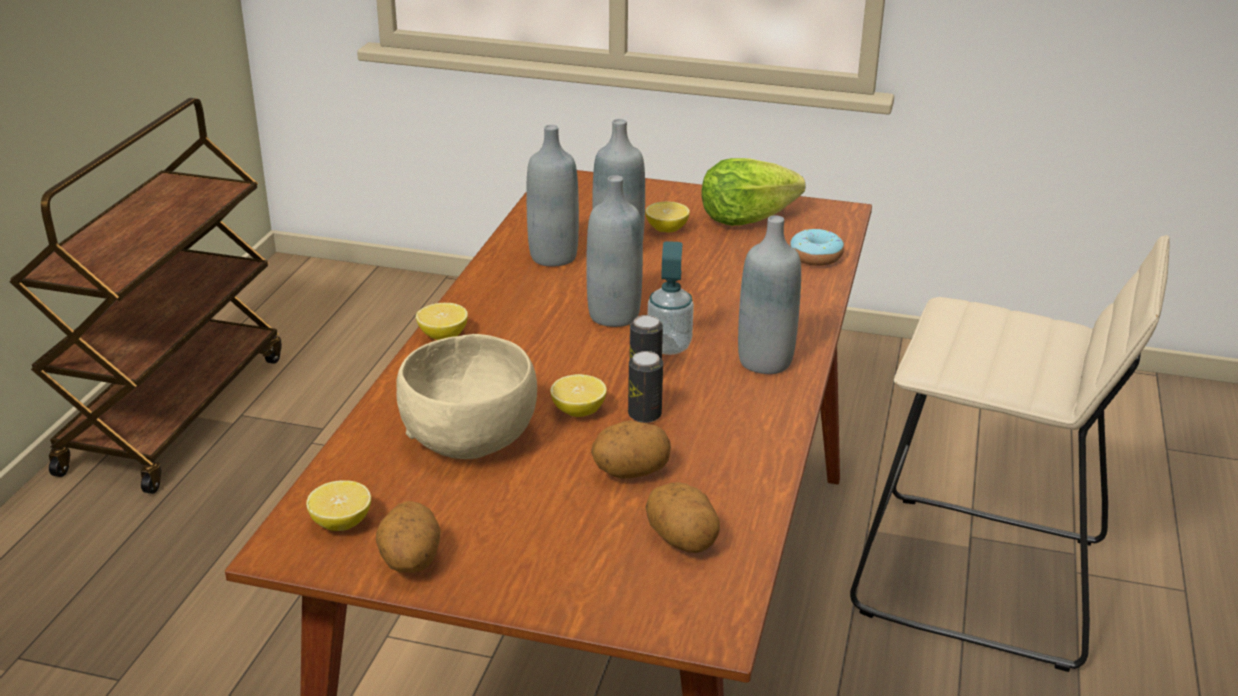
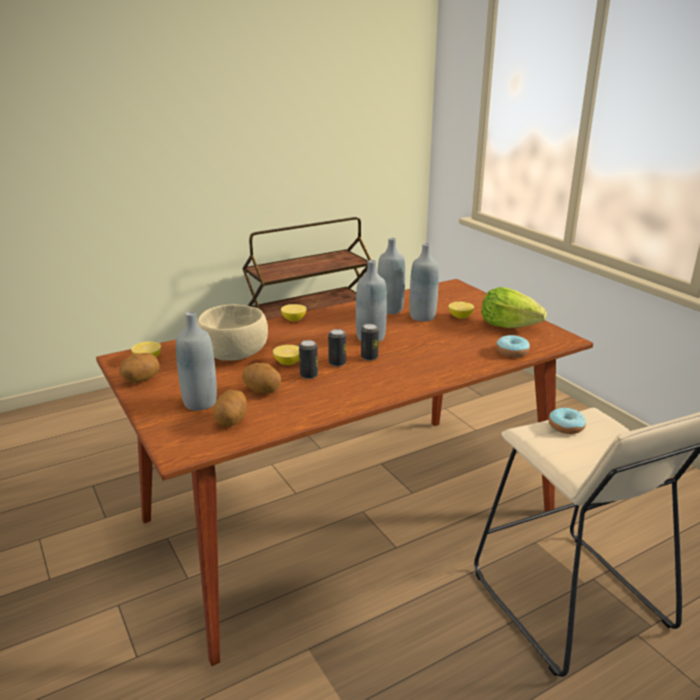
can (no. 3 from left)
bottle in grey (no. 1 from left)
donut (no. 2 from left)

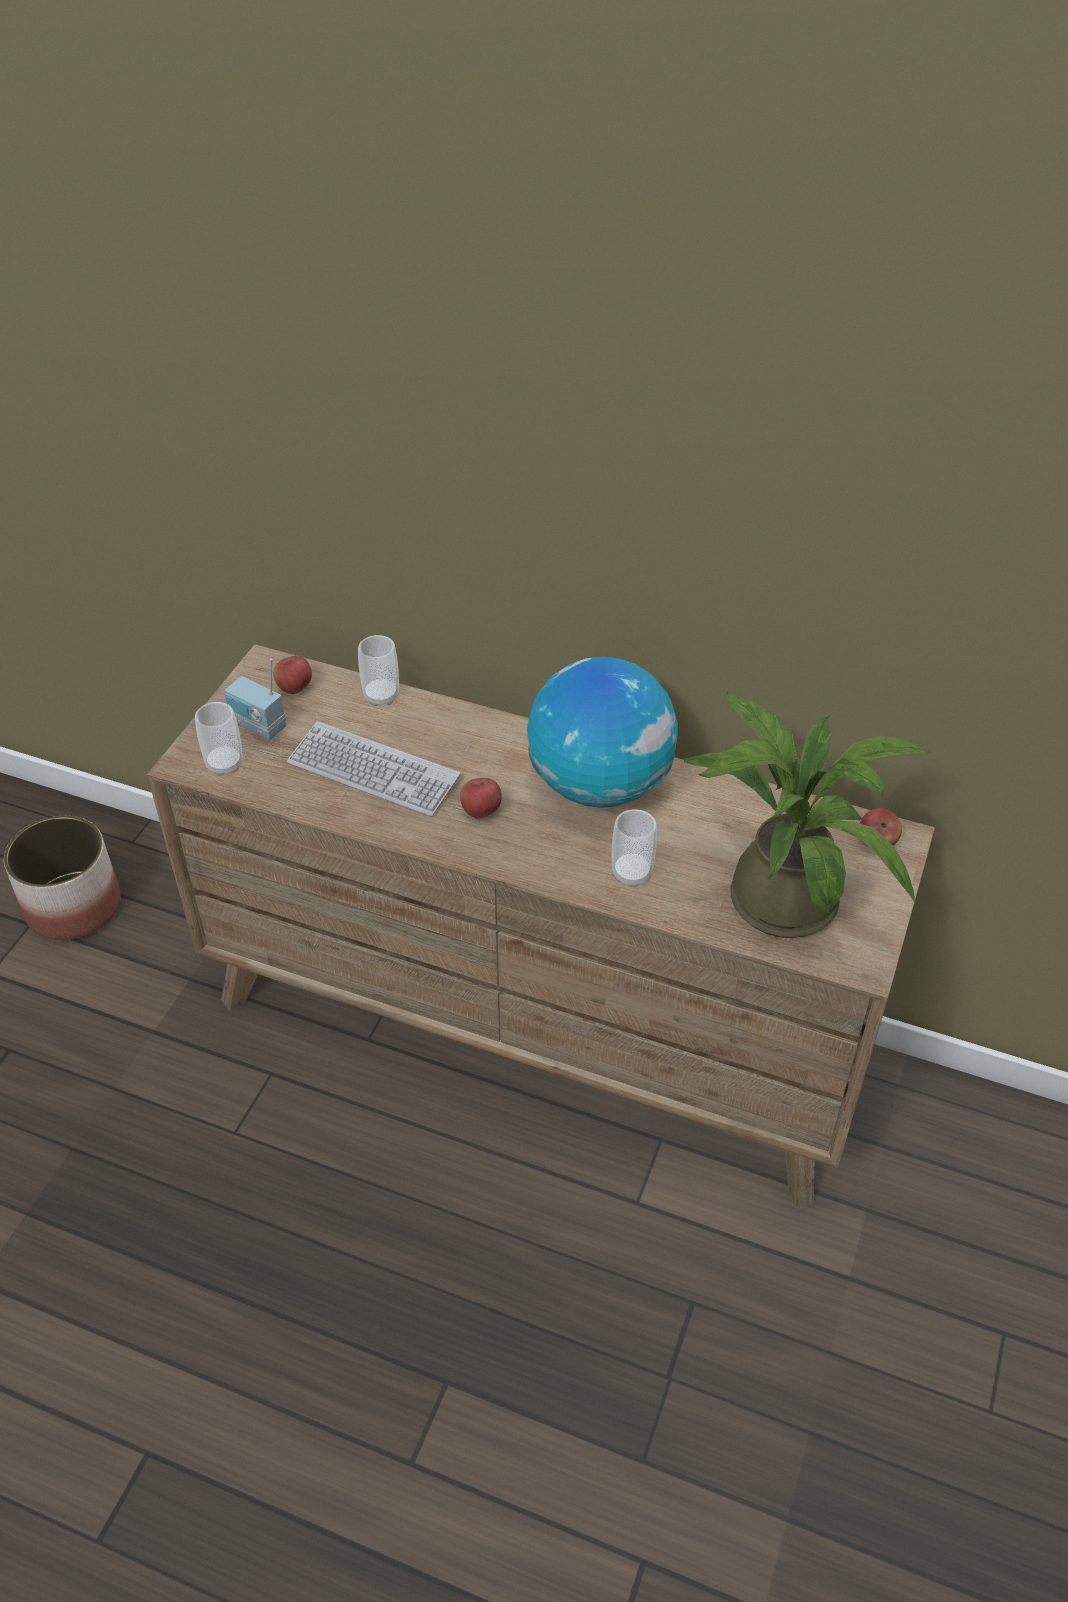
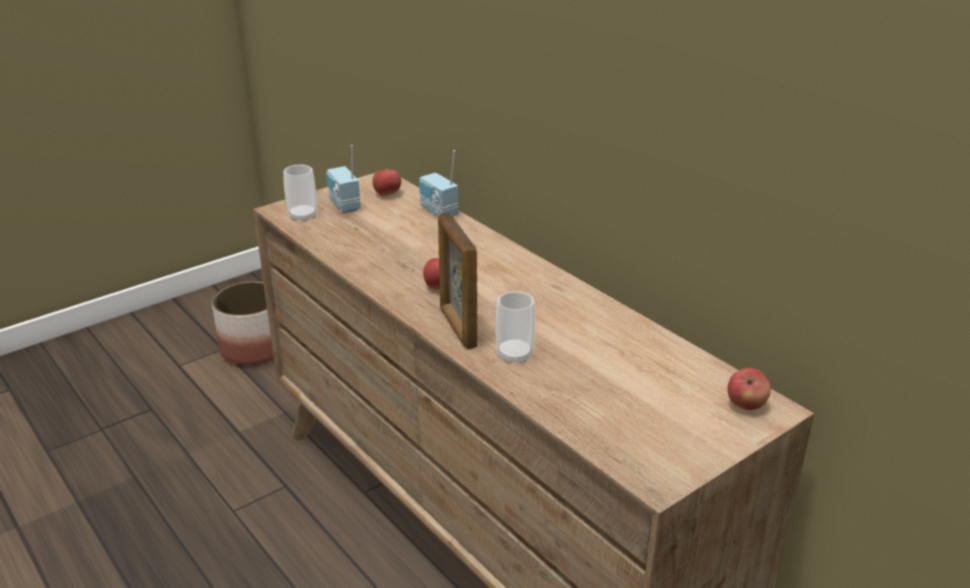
keyboard
radio (no. 2 from left)
globe
potted plant
picture frame

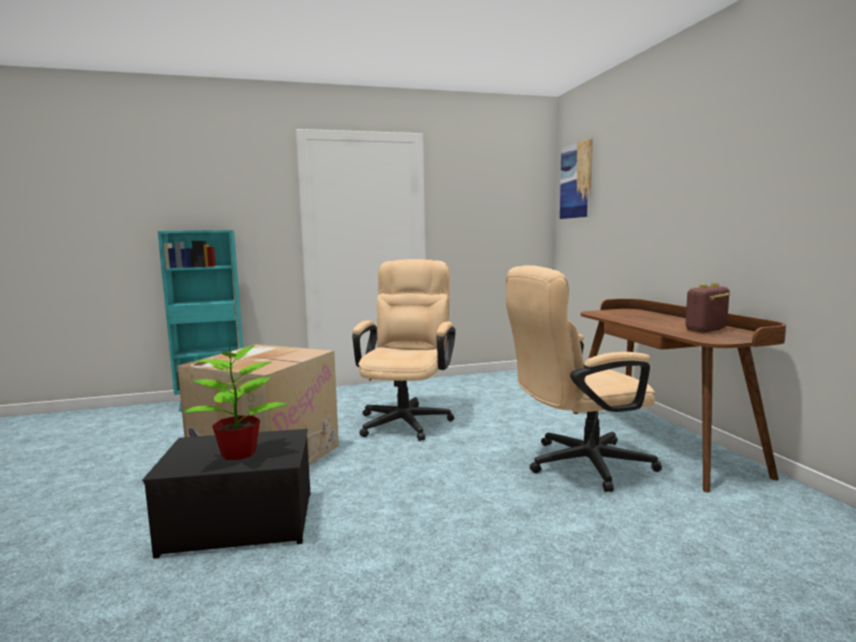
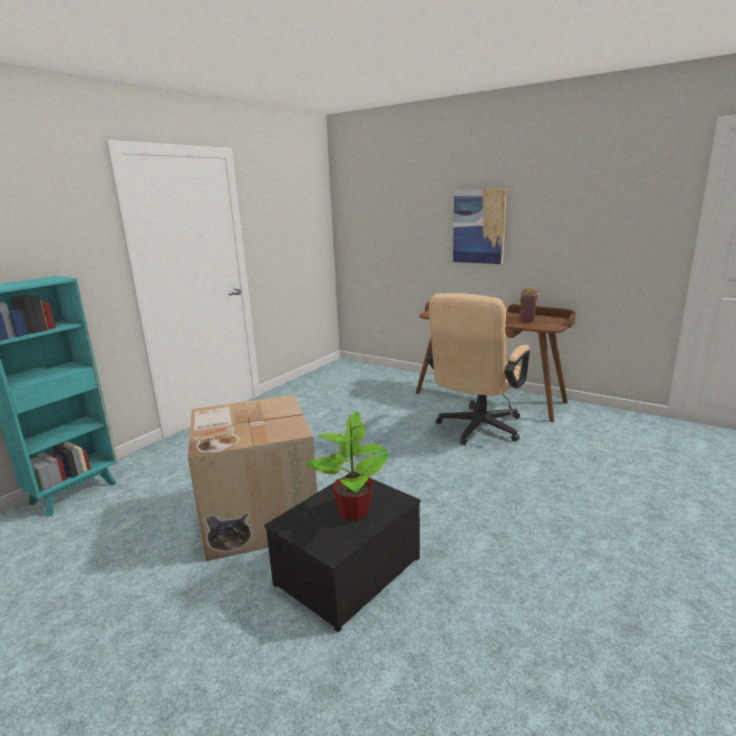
office chair in beige (no. 1 from left in the first image)
picture

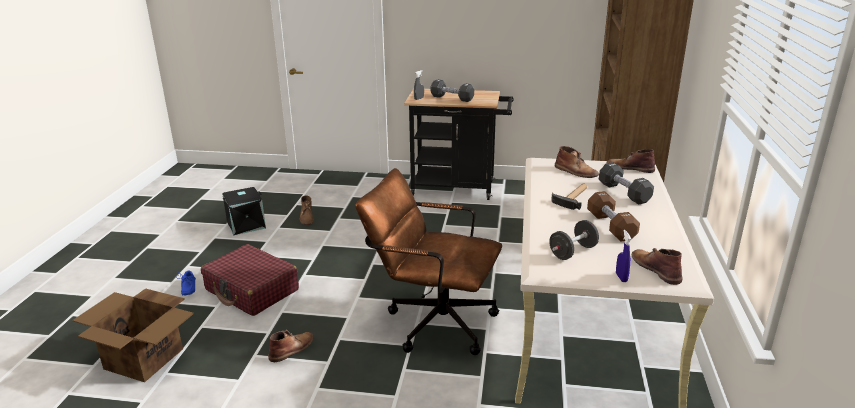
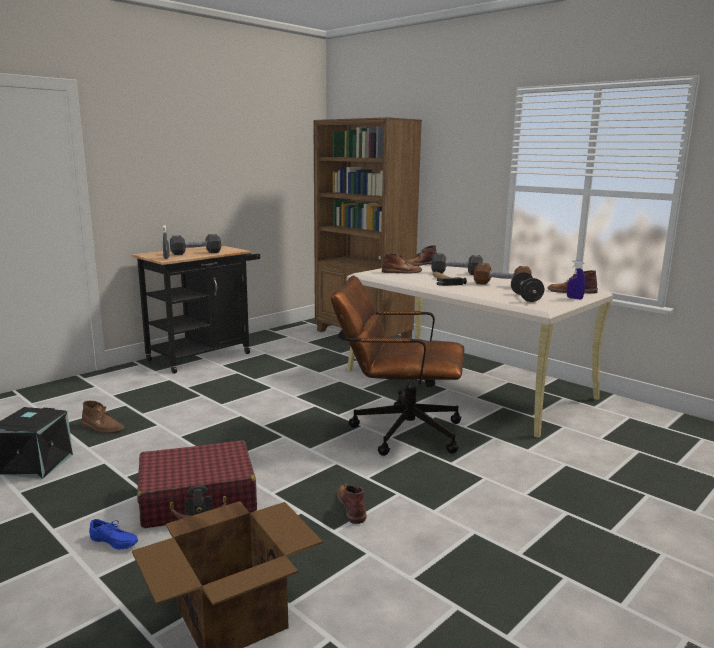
office chair in brown

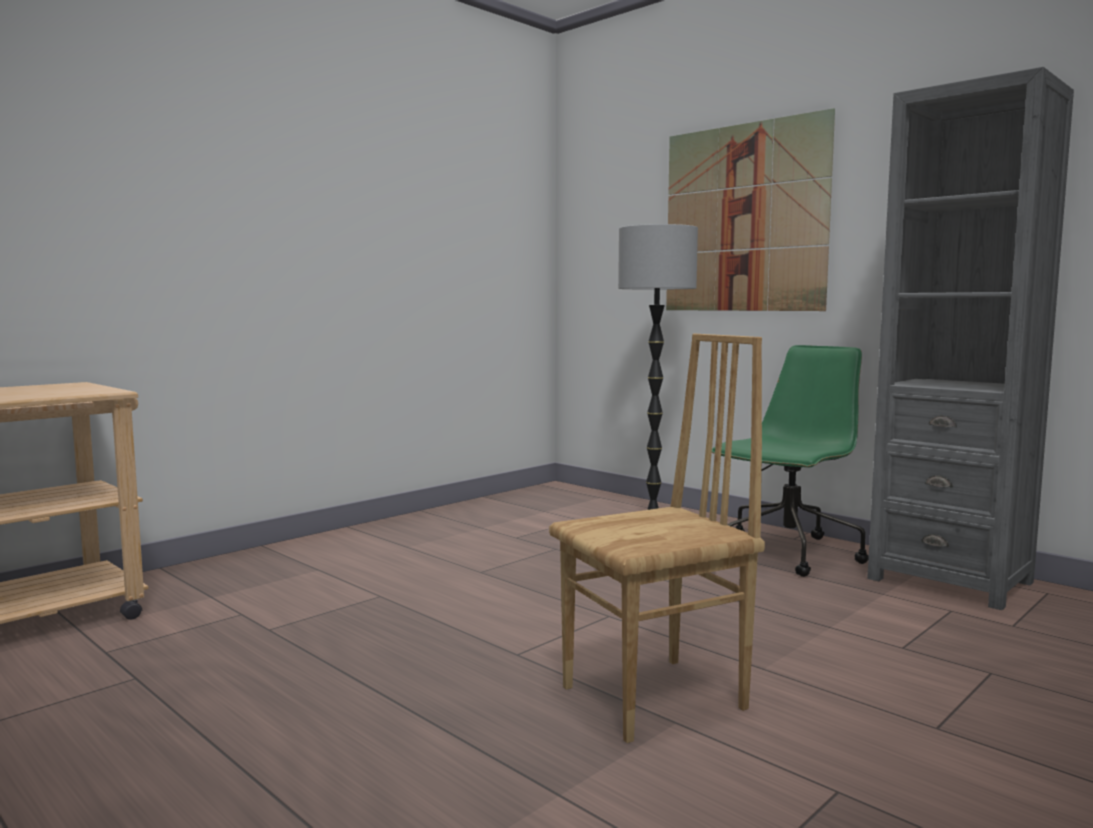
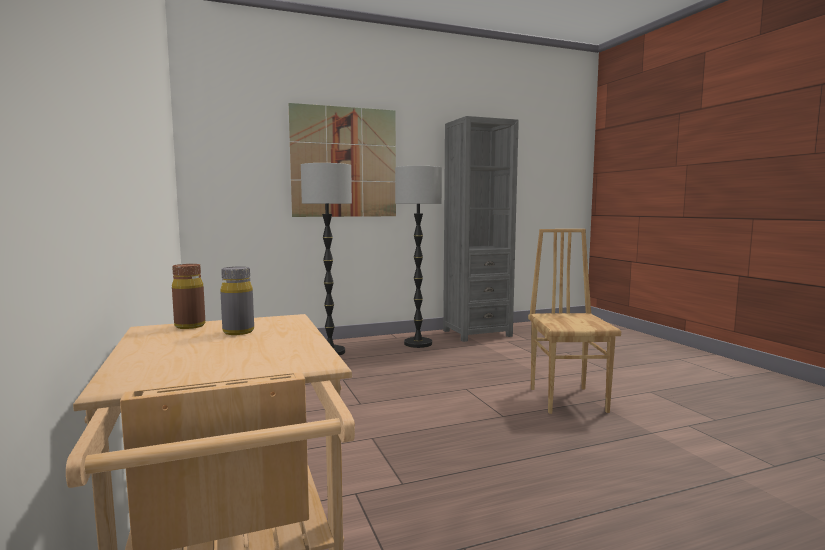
floor lamp (no. 2 from left)
bottle in brown
bottle in grey

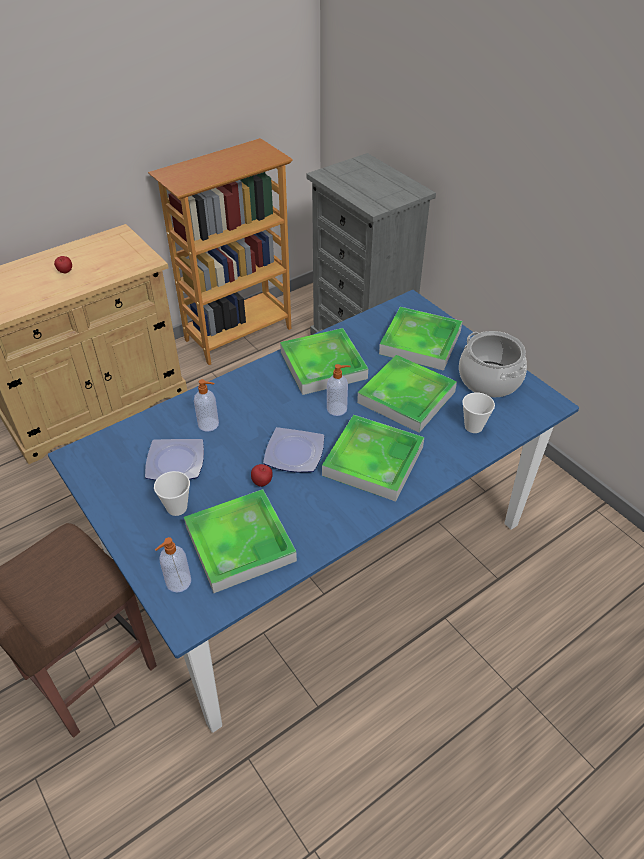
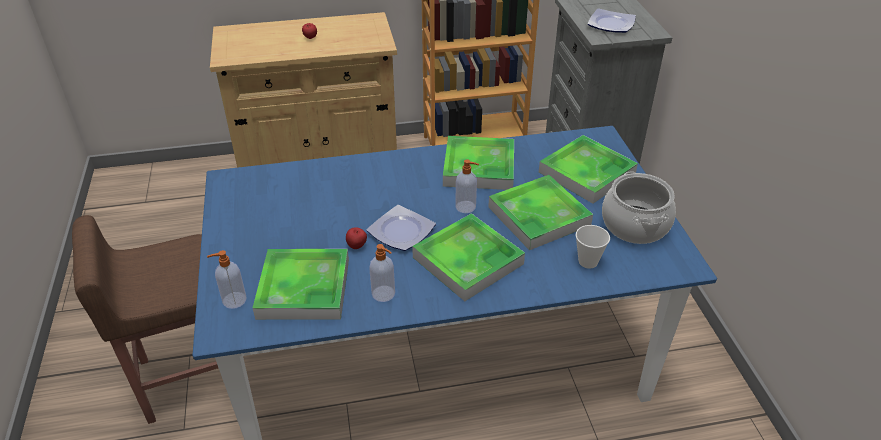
plate (no. 2 from left)
cup (no. 1 from left in the first image)
soap dispenser (no. 2 from left)

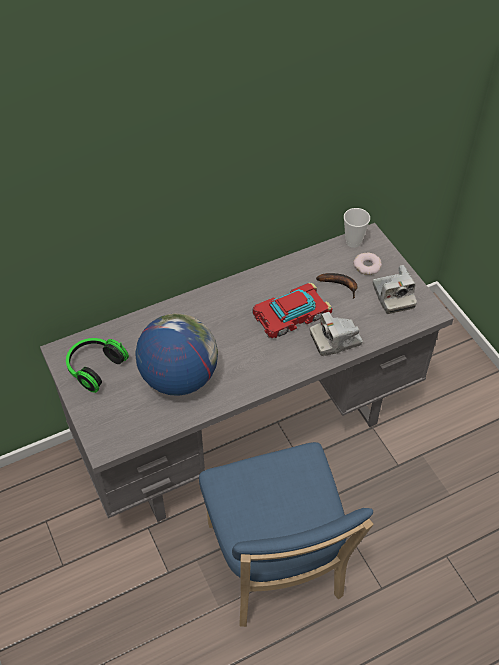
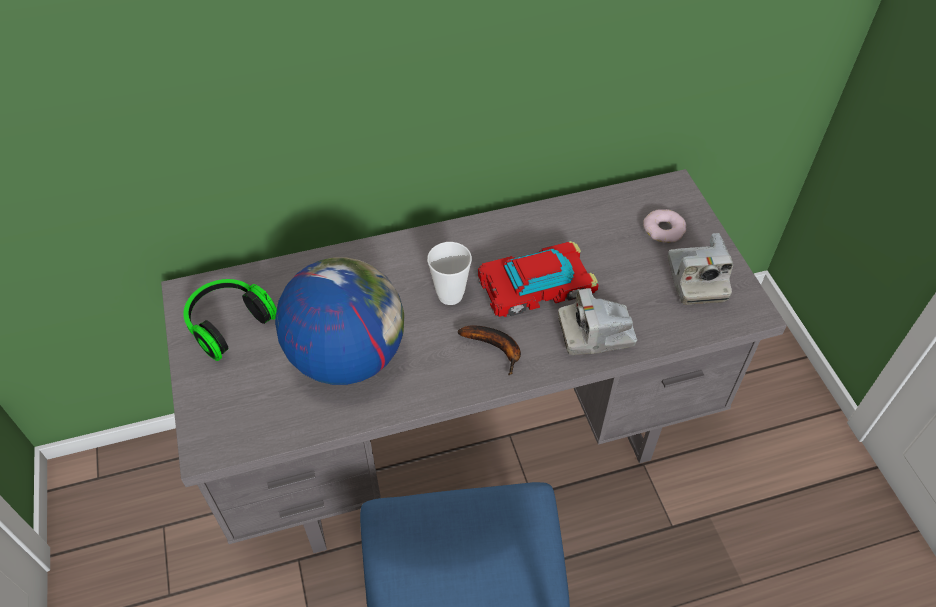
banana
cup

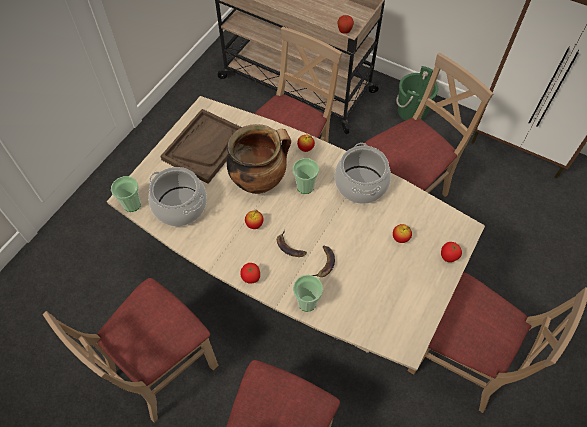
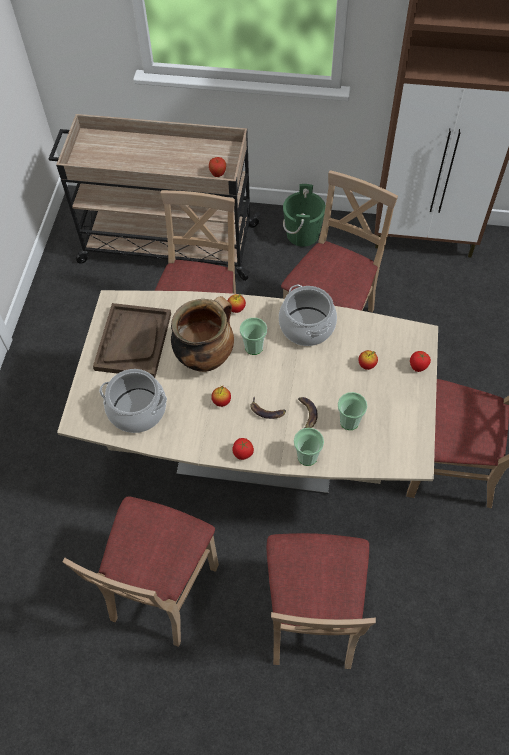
cup (no. 3 from left)

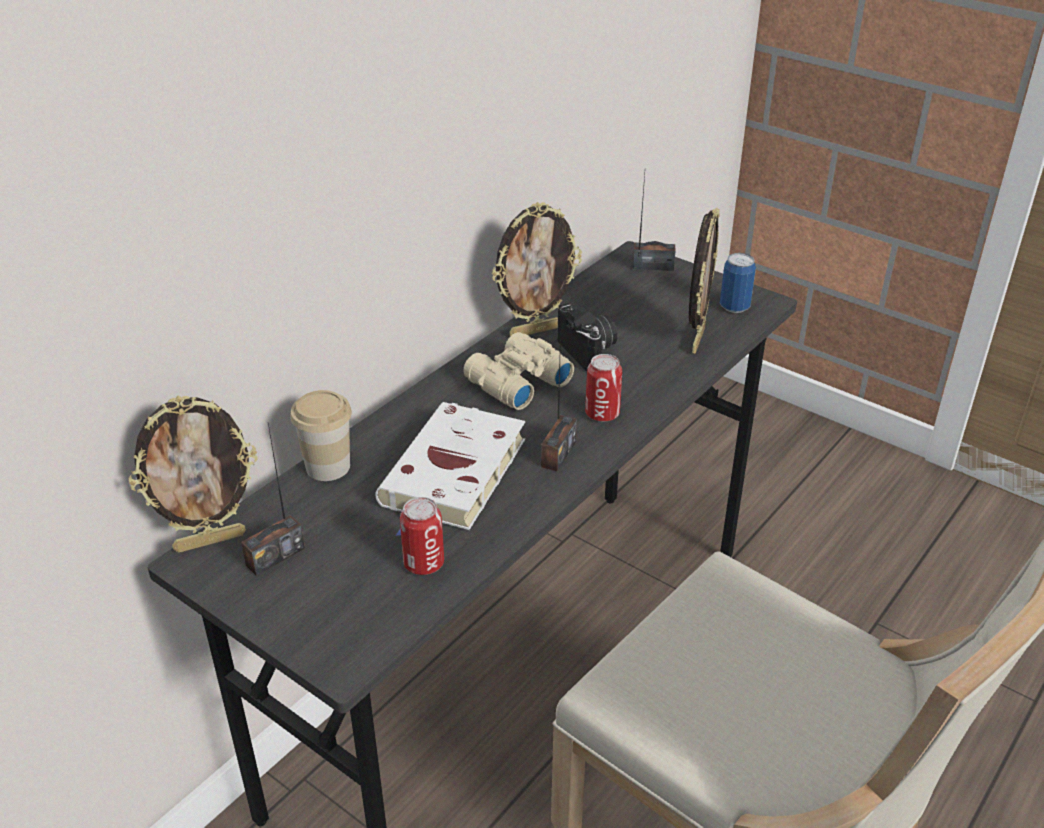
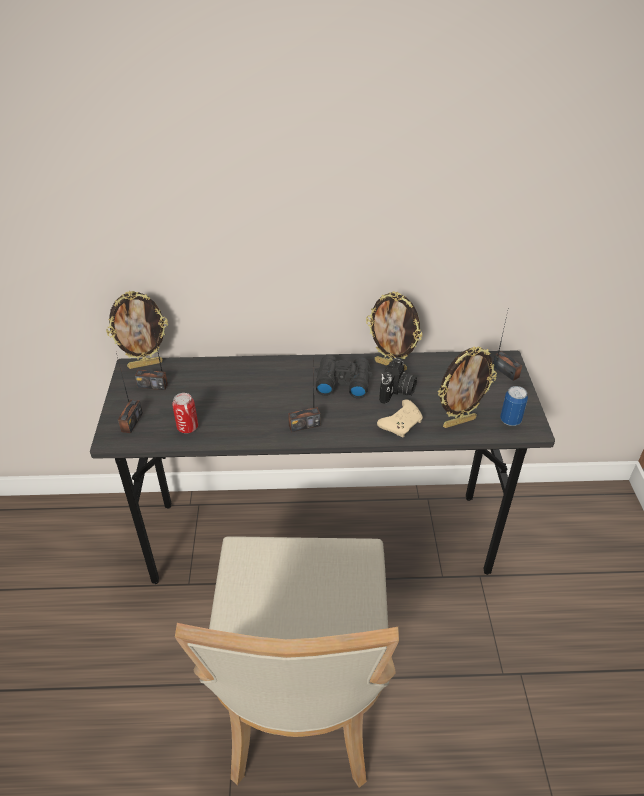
picture frame (no. 1 from left)
cup
book in white
binoculars in black
can (no. 2 from left in the first image)
radio (no. 1 from left)
game controller in beige

